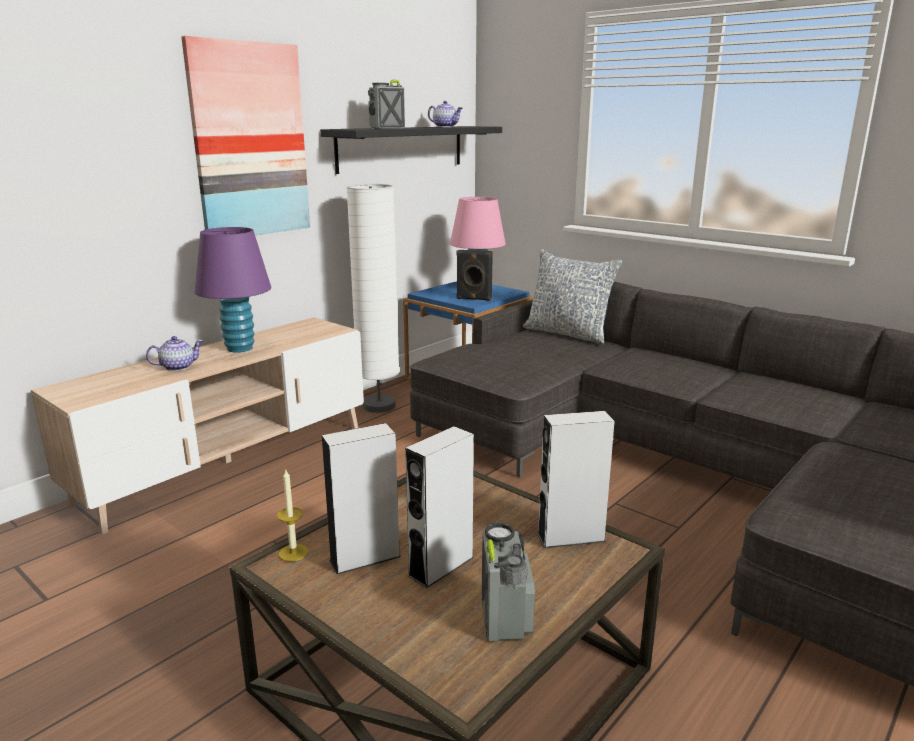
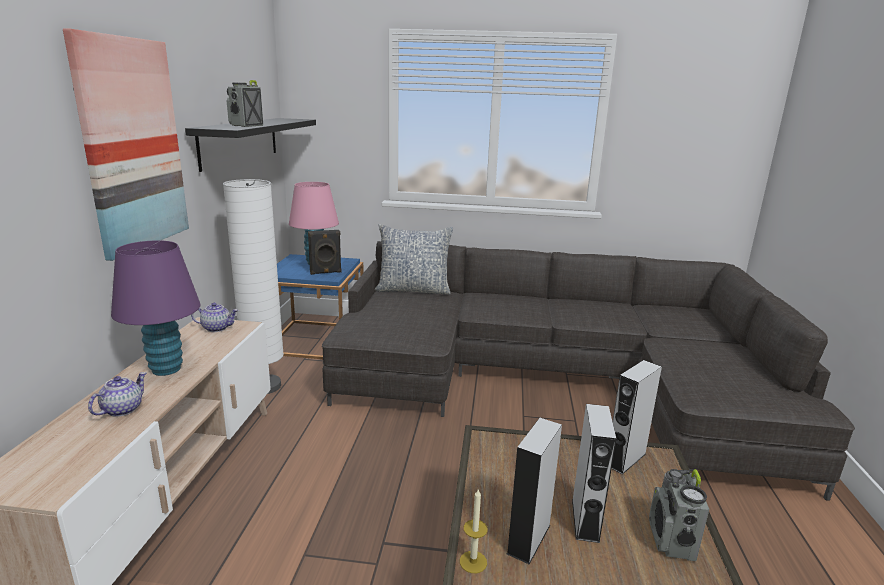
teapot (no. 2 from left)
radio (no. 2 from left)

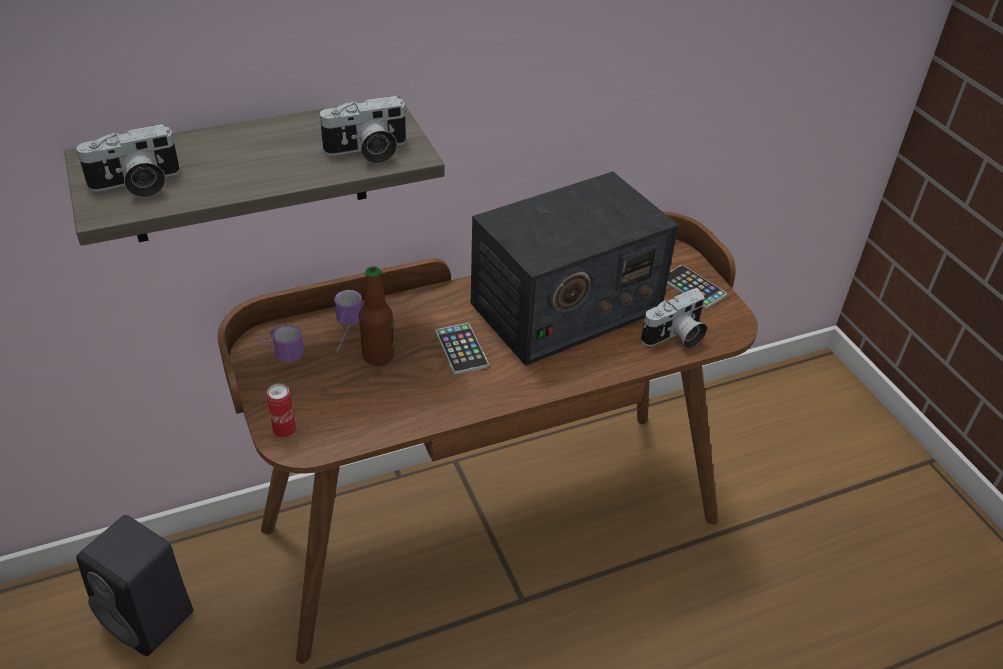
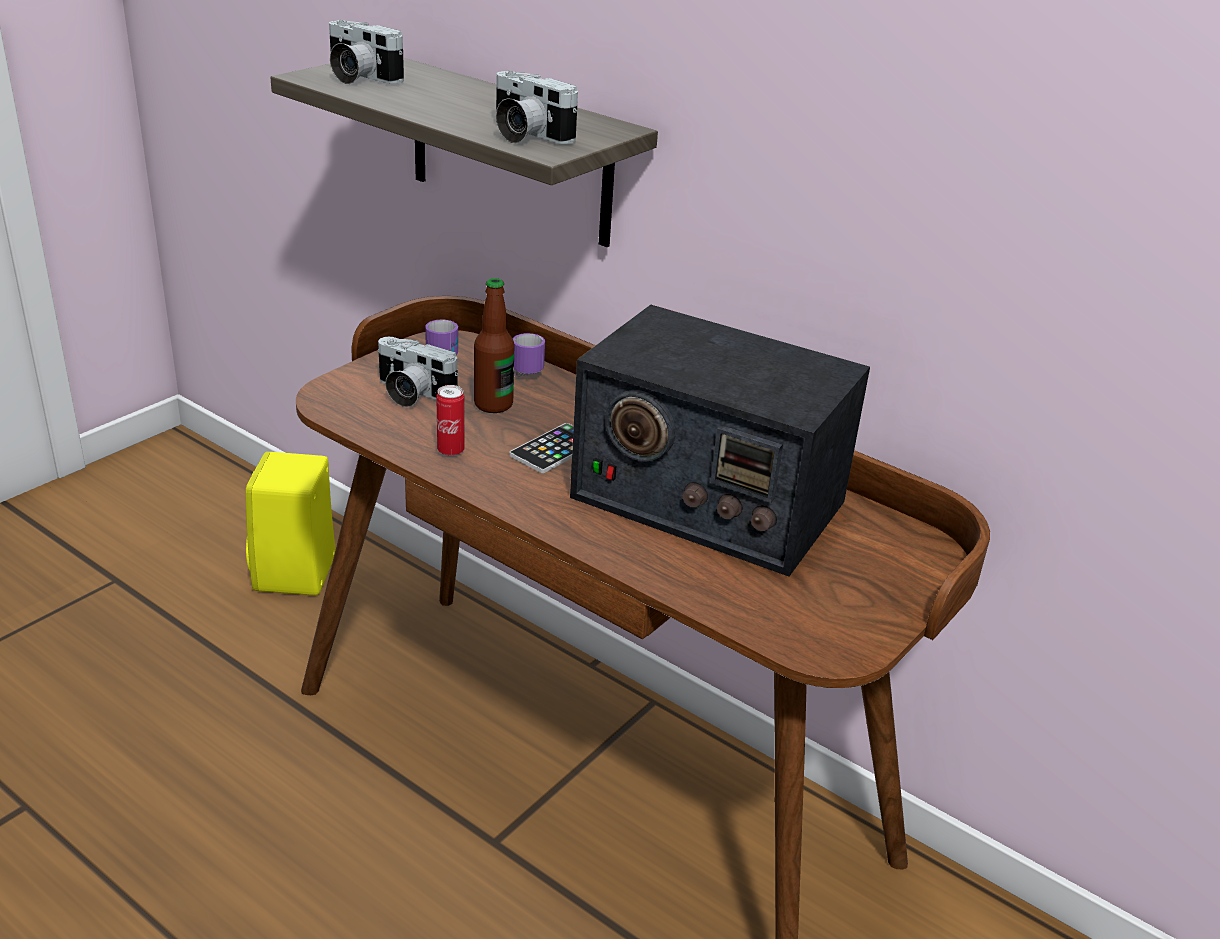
speaker in yellow
can
photo camera (no. 2 from left)
phone (no. 2 from left in the first image)

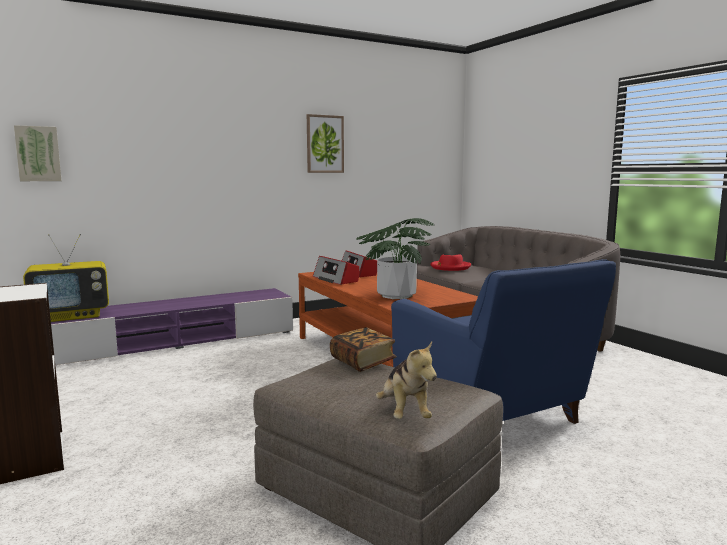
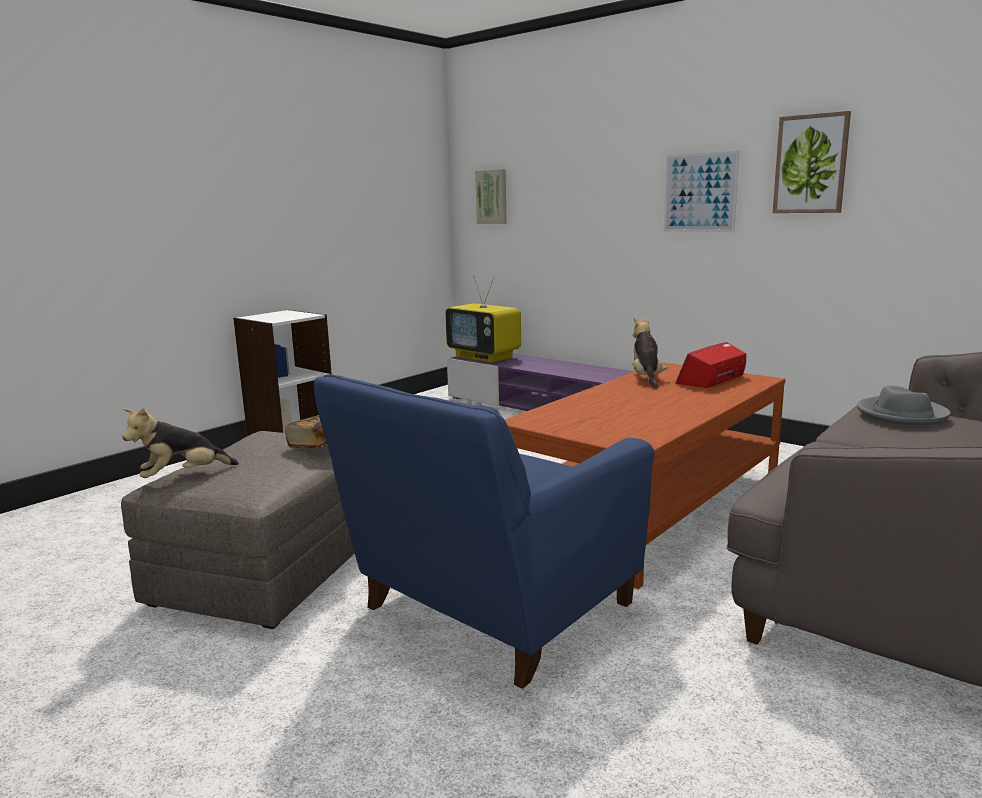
plush toy (no. 2 from left)
potted plant
hat in grey
picture (no. 2 from left)

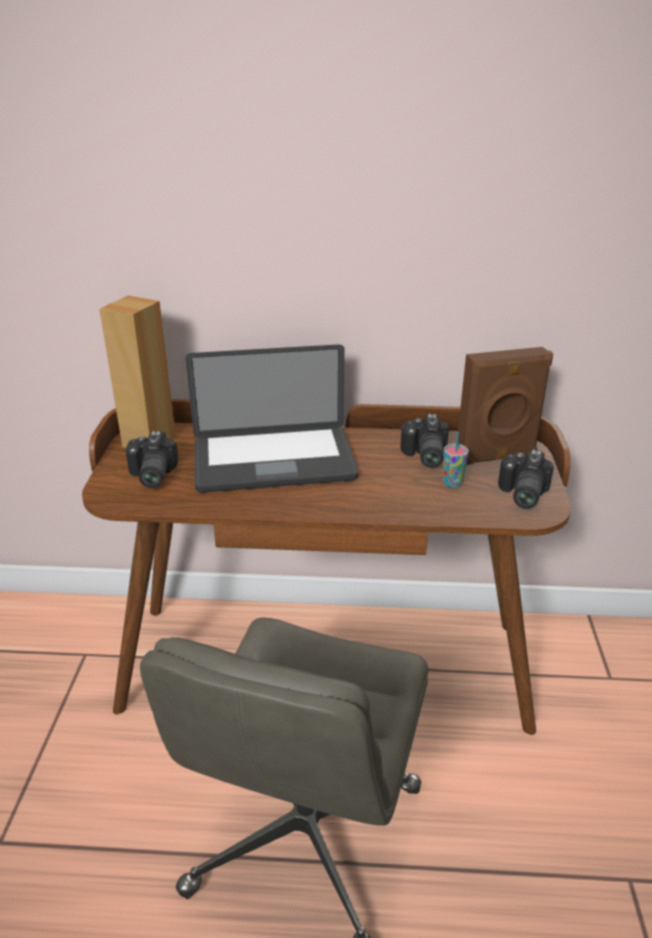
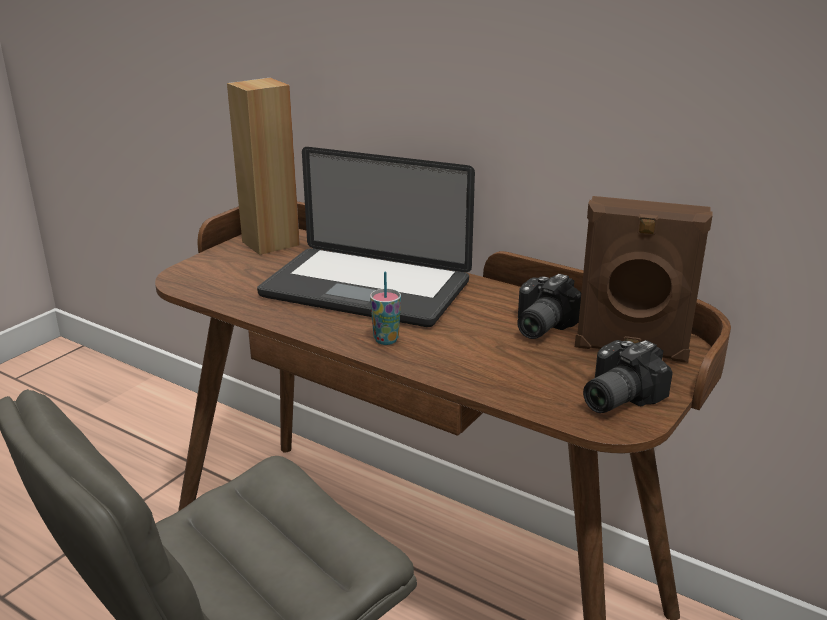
photo camera (no. 1 from left in the first image)
cup

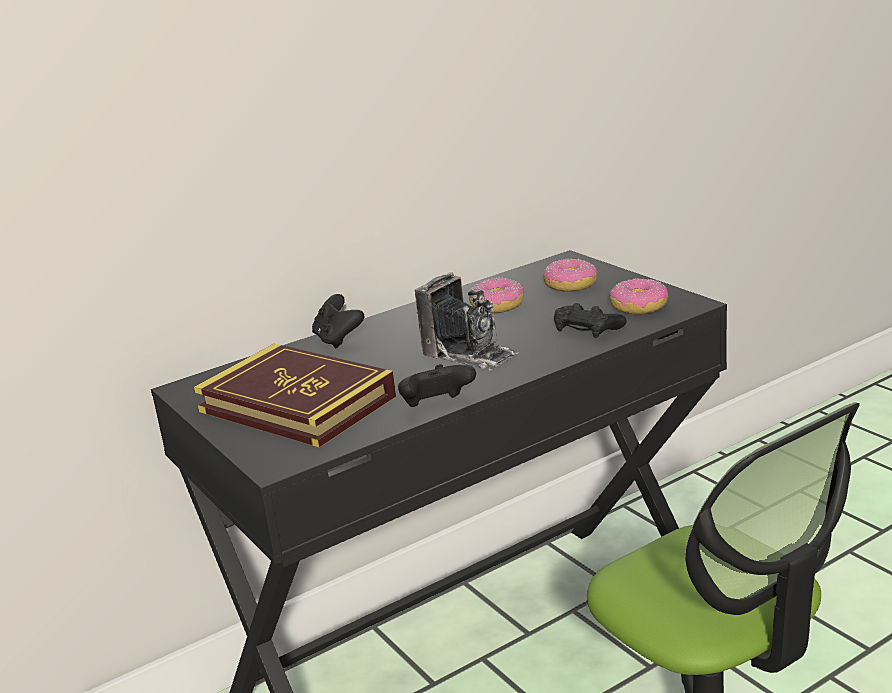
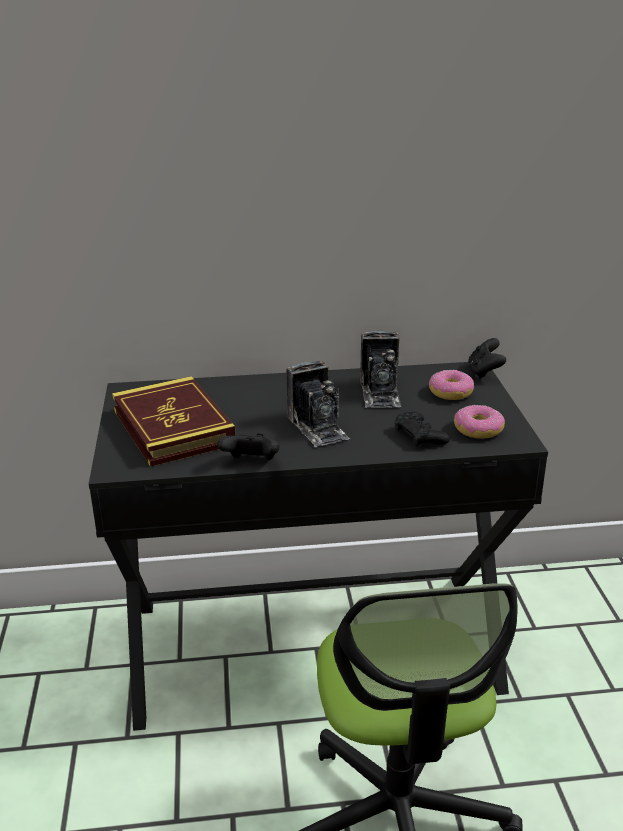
game controller in black (no. 3 from left)
photo camera (no. 2 from left)

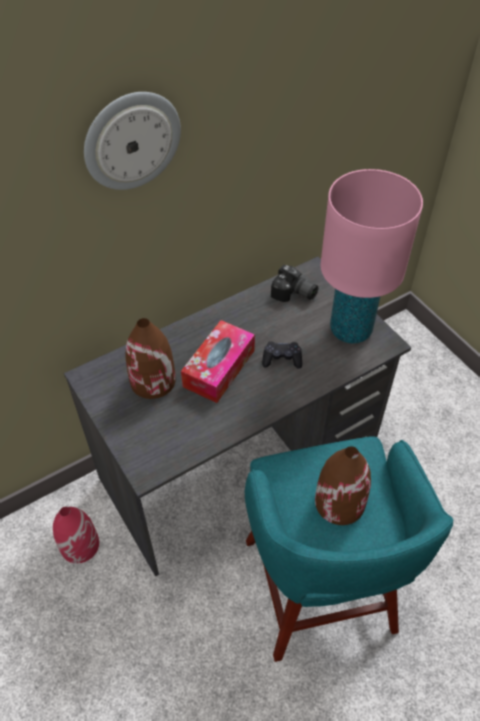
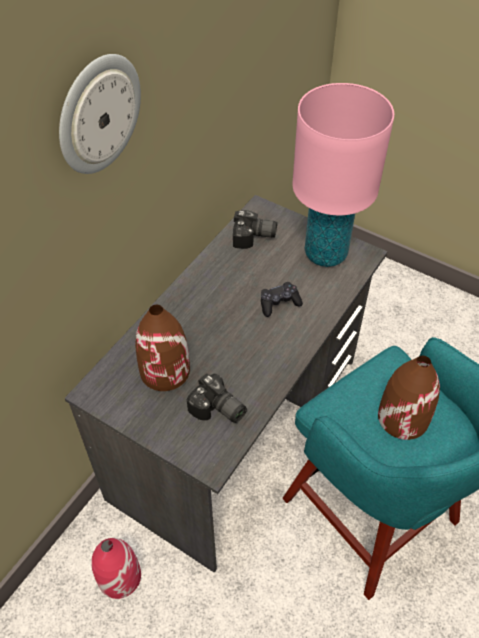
tissue box
photo camera (no. 1 from left)

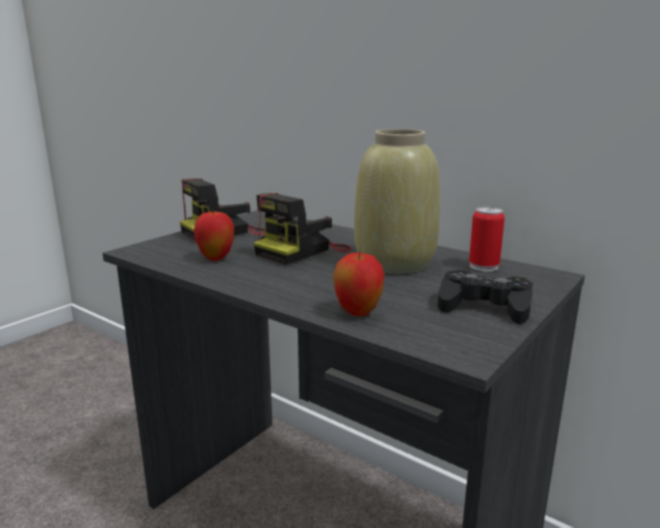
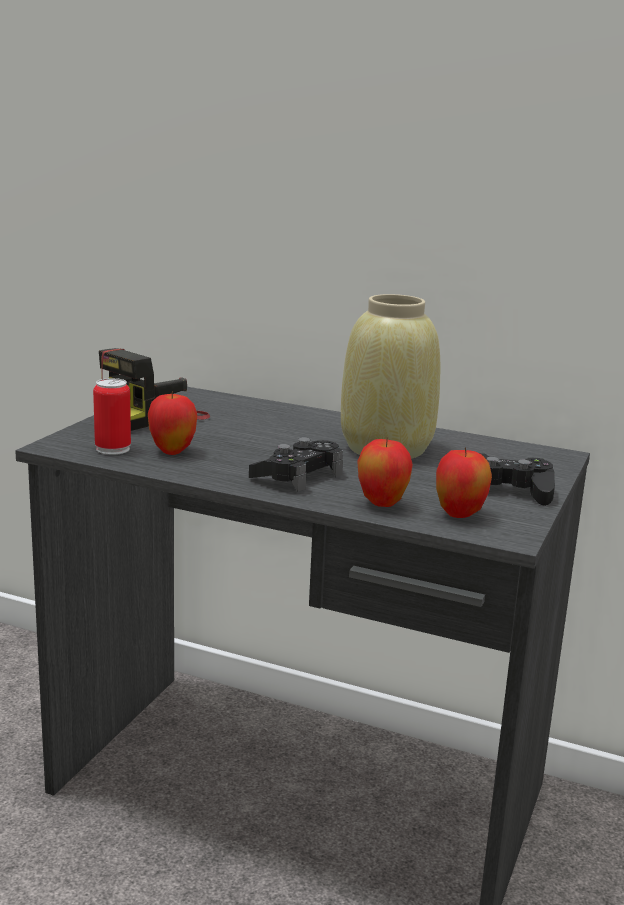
photo camera (no. 2 from left in the first image)
can
game controller in black (no. 1 from left)
apple (no. 3 from left)

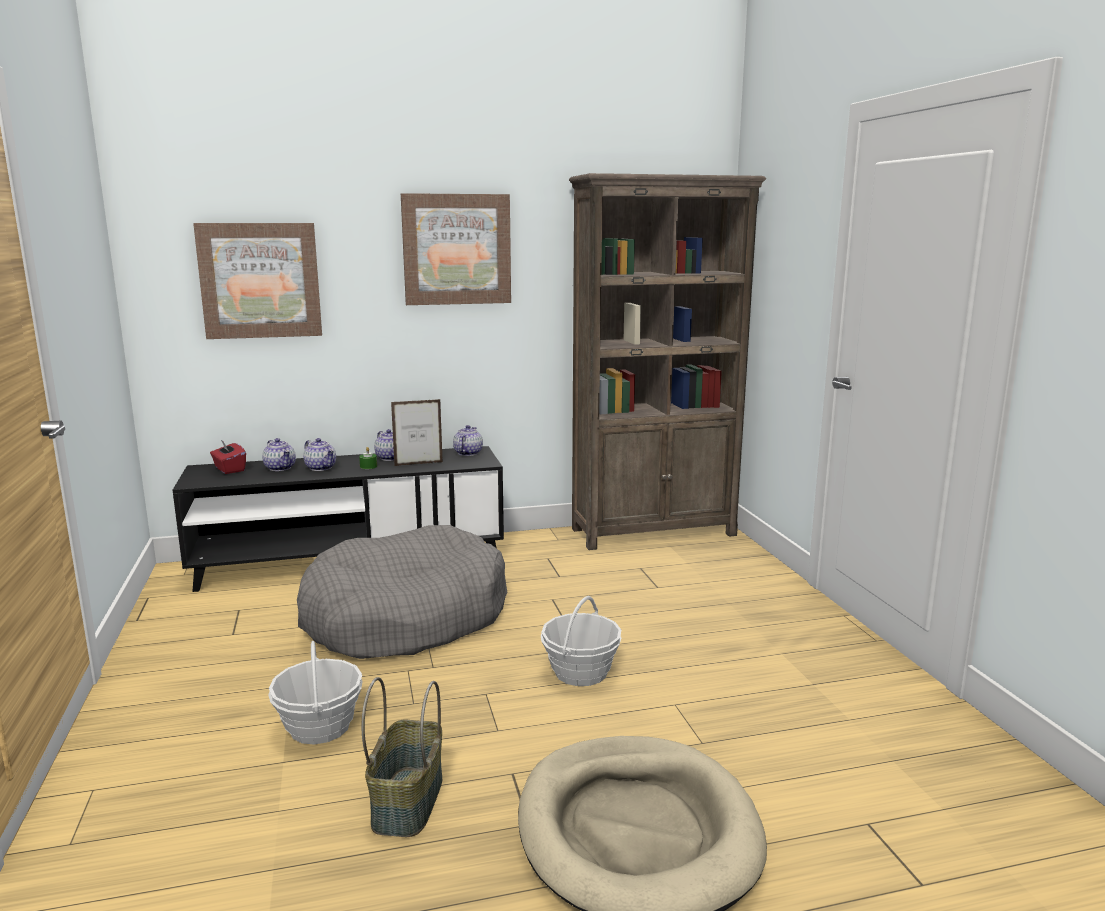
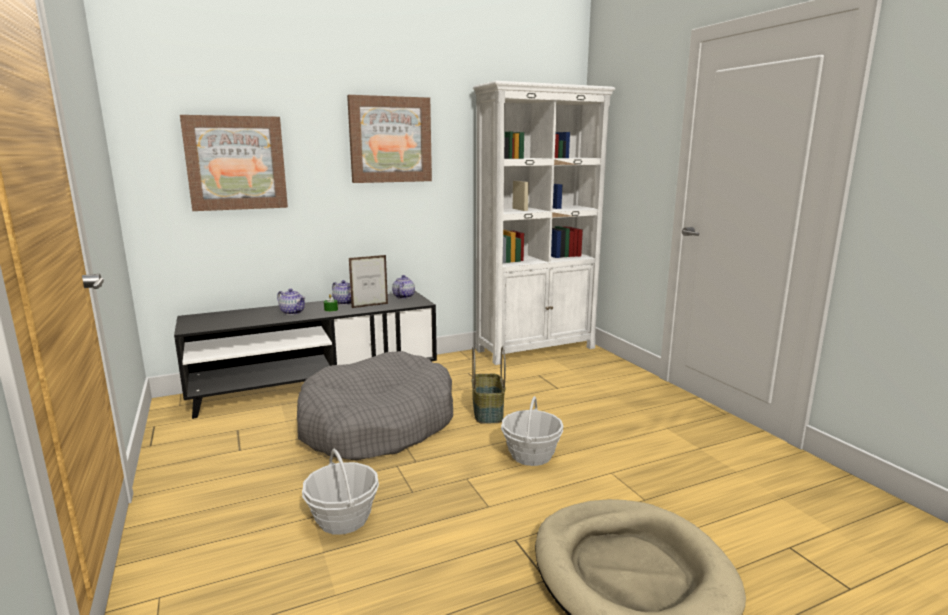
tissue box in red
teapot (no. 1 from left in the first image)
basket (no. 2 from left)
bookcase in white

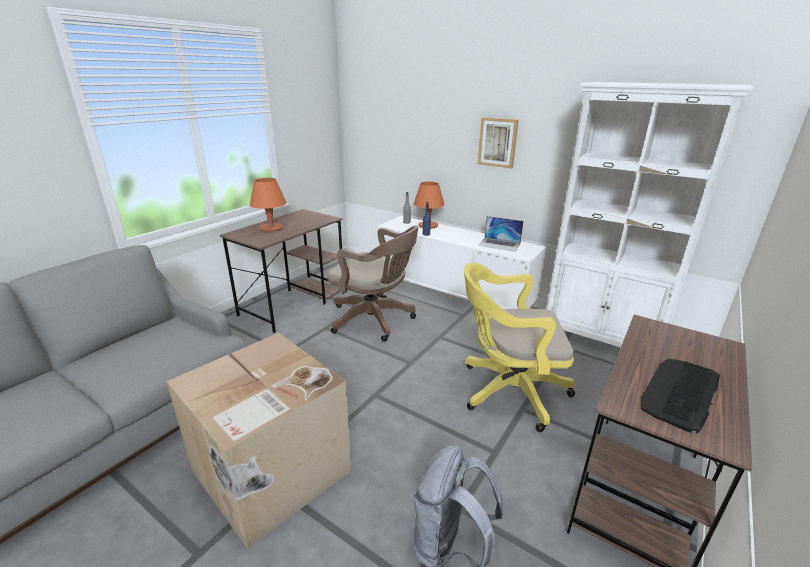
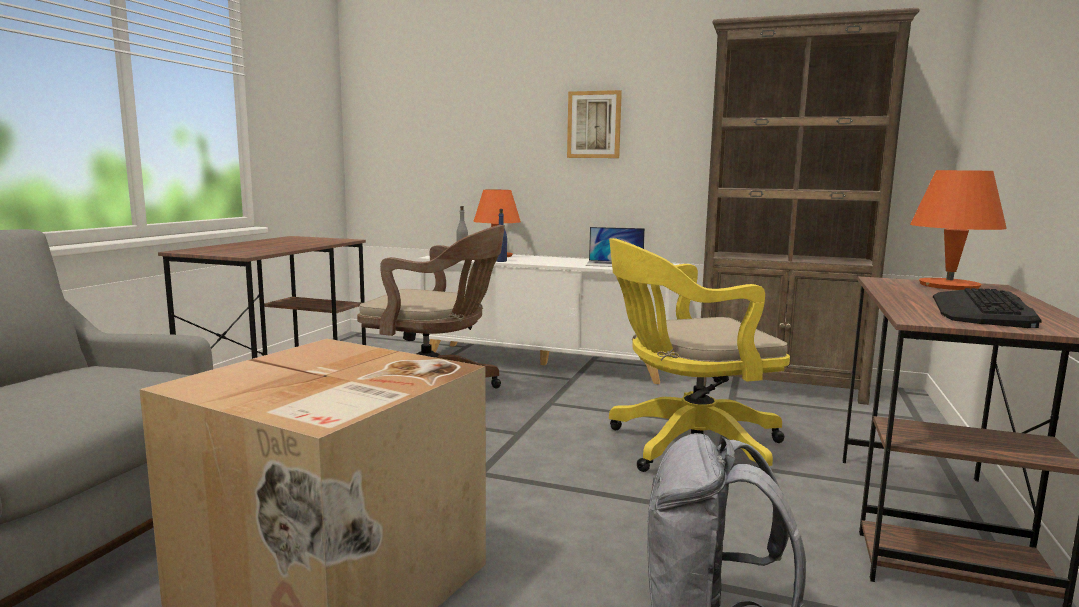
table lamp in orange (no. 2 from left)
bookcase in brown

